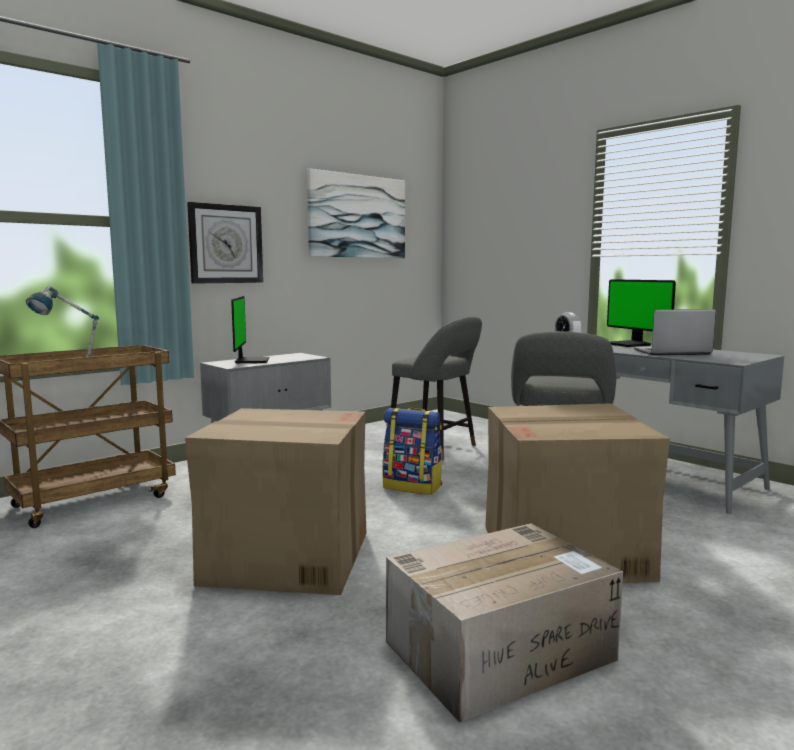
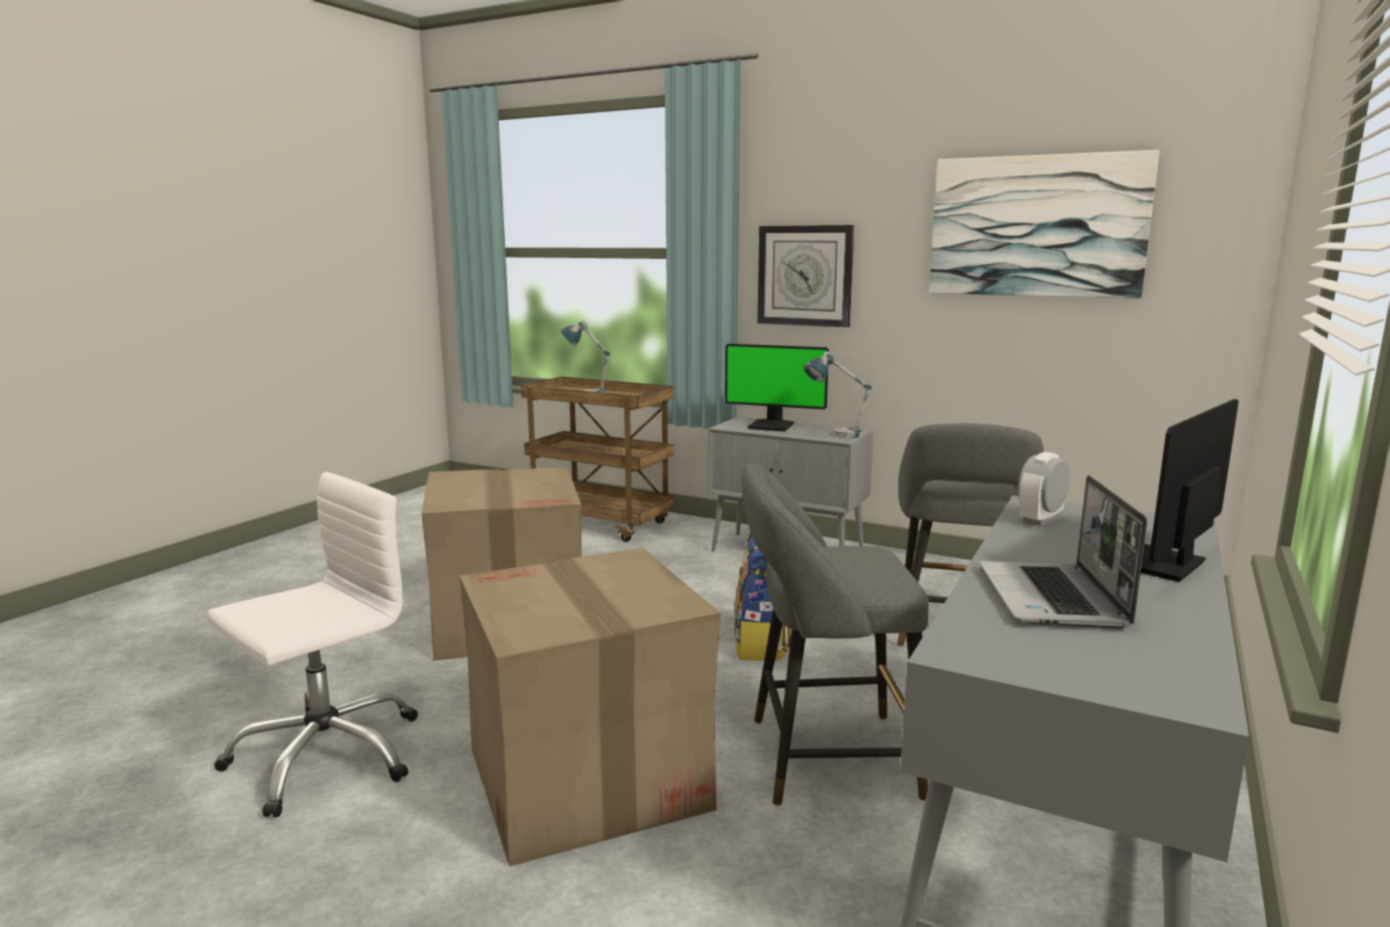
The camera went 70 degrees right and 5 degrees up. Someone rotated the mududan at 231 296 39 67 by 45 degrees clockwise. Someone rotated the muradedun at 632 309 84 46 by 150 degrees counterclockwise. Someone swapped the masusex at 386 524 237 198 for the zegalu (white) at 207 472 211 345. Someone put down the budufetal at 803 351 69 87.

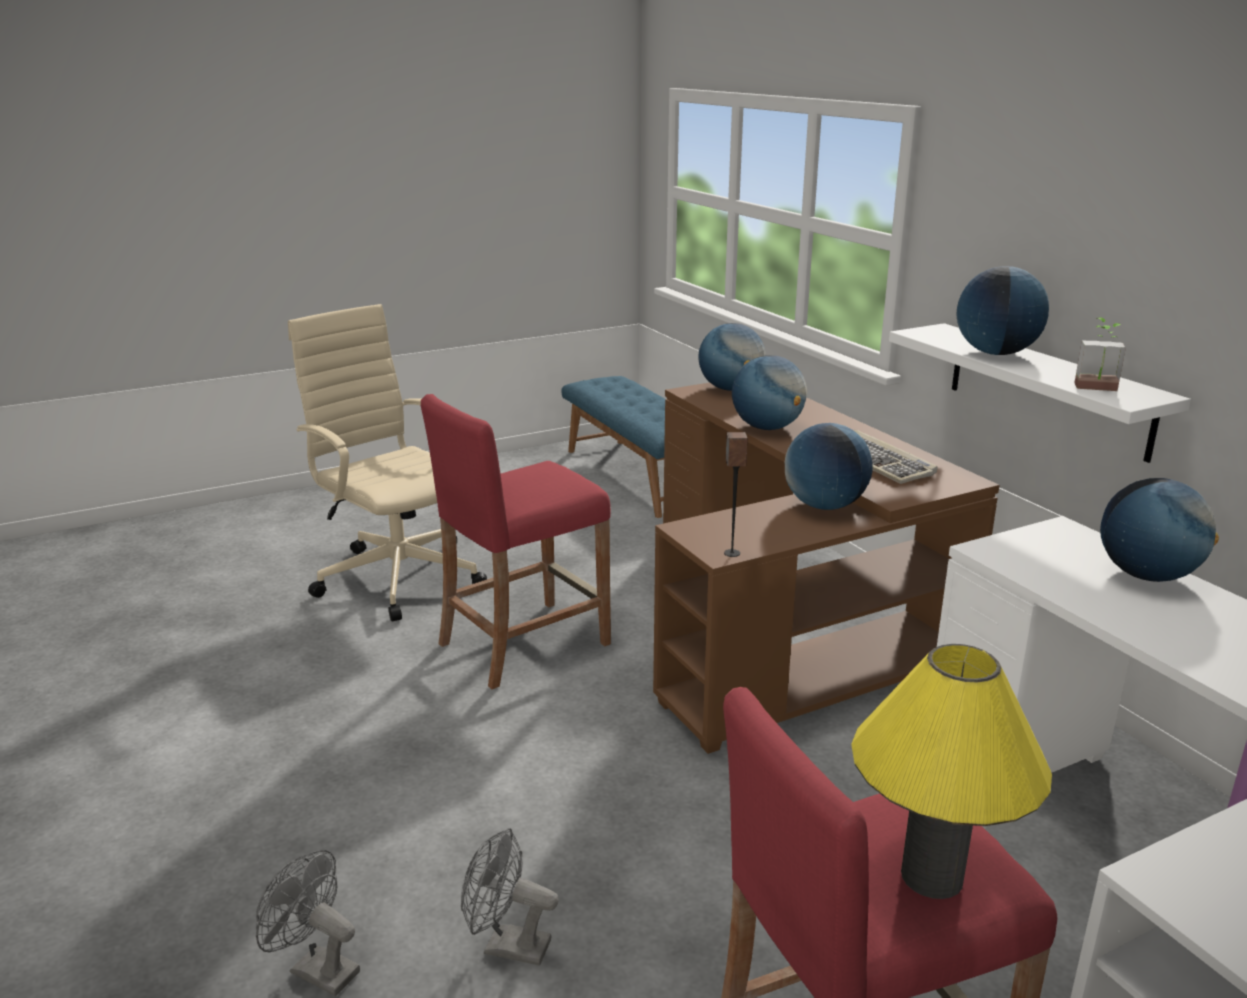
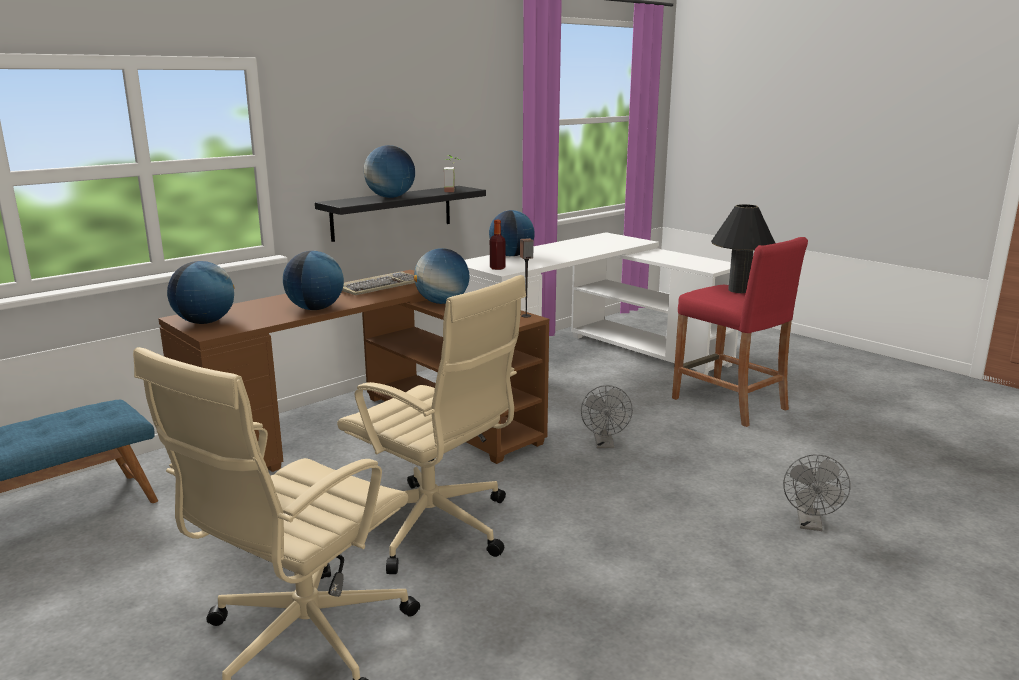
The camera went 105 degrees left and 5 degrees down. Someone repainted the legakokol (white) at 889 323 302 140, which became the legakokol (black) at 315 186 171 56. Someone swapped the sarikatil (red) at 421 394 190 295 for the zegalu (beige) at 337 275 189 299. Someone repainted the budufetal (yellow) at 851 644 201 255, which became the budufetal (black) at 711 204 64 89. Someone carried the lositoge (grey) from 461 828 97 138 to 581 385 52 63. Someone put down the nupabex at 490 220 15 50.

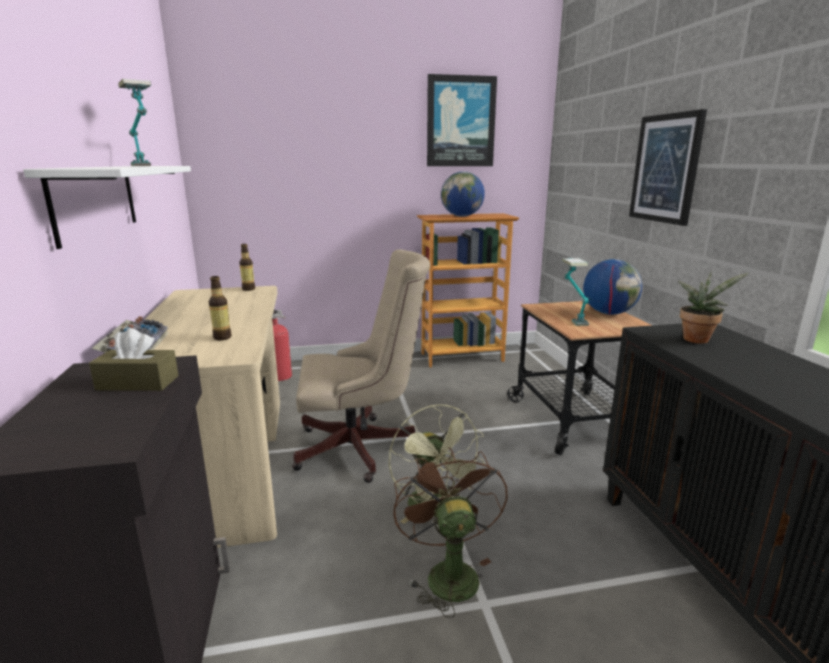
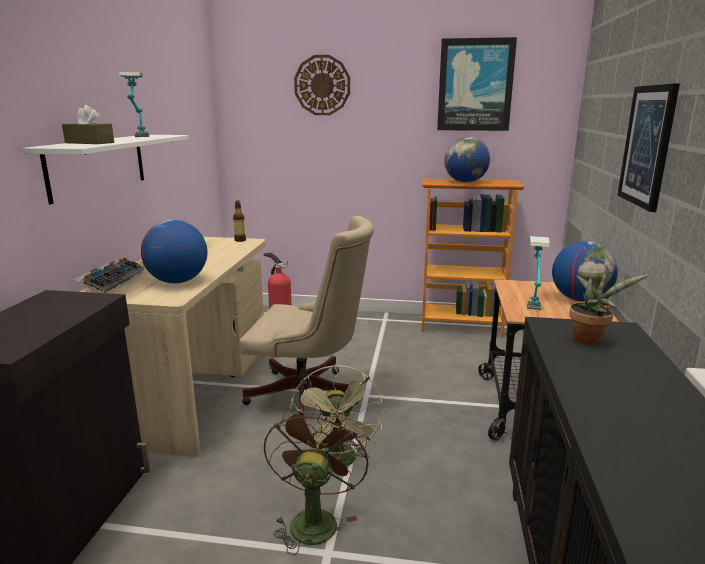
The camera went 20 degrees right and 0 degrees up. Someone swapped the nupabex at 209 276 23 64 for the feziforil at 141 220 67 63. Someone carried the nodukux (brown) from 89 328 90 63 to 62 105 52 39. Someone put up the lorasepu at 294 55 56 60.

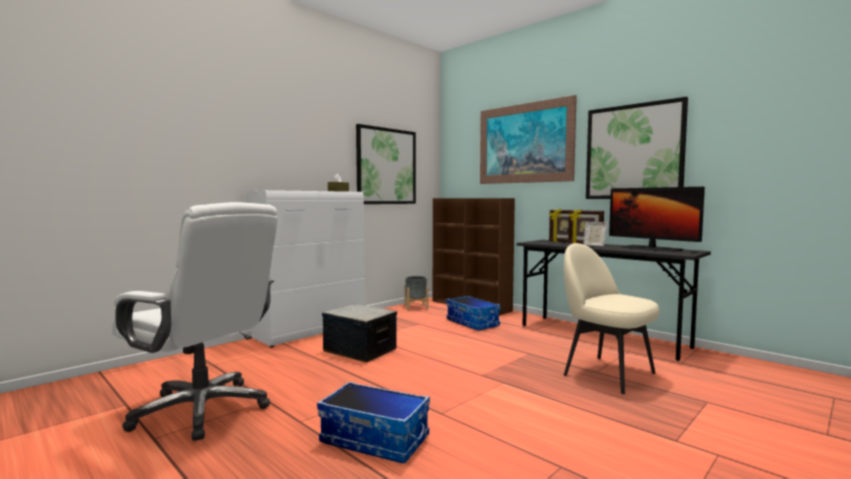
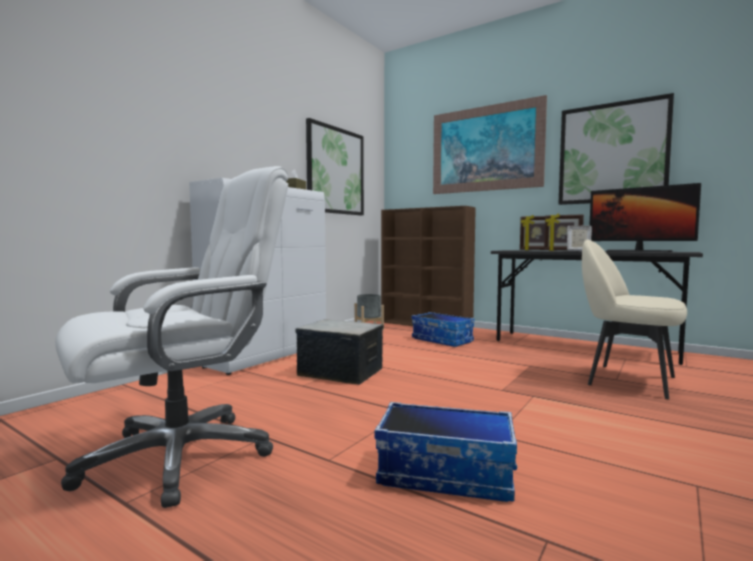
The camera went 10 degrees left and 0 degrees up. Someone rotated the zegalu (white) at 112 202 166 239 by 60 degrees counterclockwise.

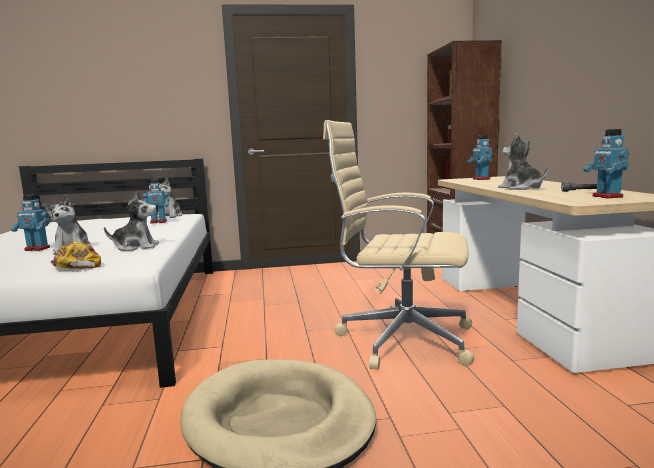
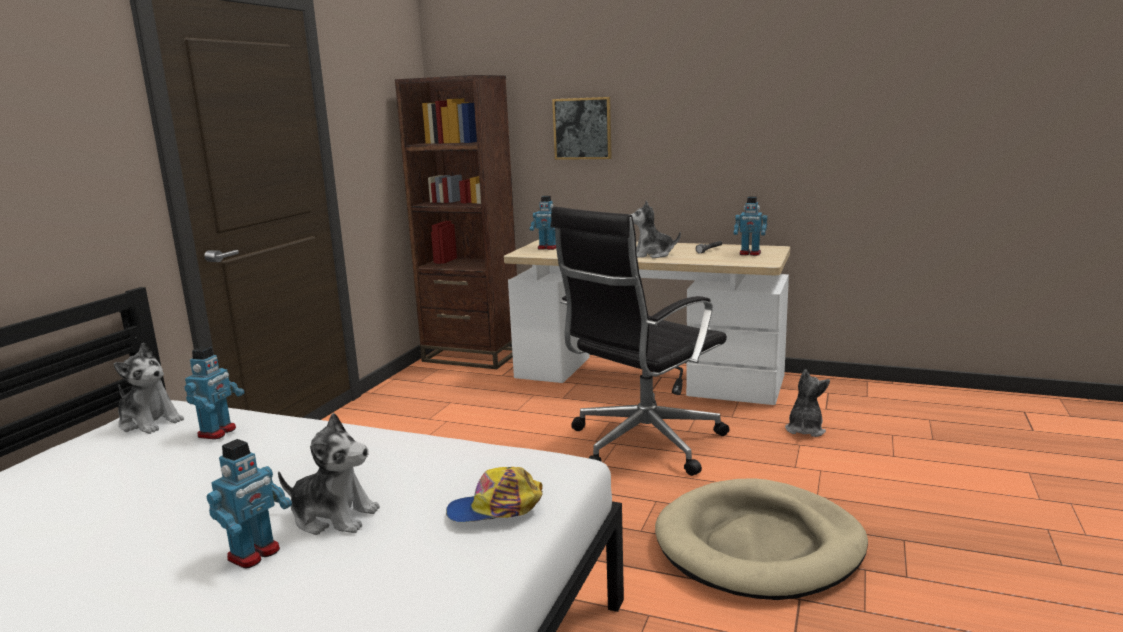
The camera went 60 degrees left and 5 degrees up. Someone repainted the zegalu (beige) at 323 120 151 250, which became the zegalu (black) at 551 206 178 270. Someone carried the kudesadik from 104 192 55 59 to 785 369 45 68. Someone put up the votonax at 552 97 60 63.

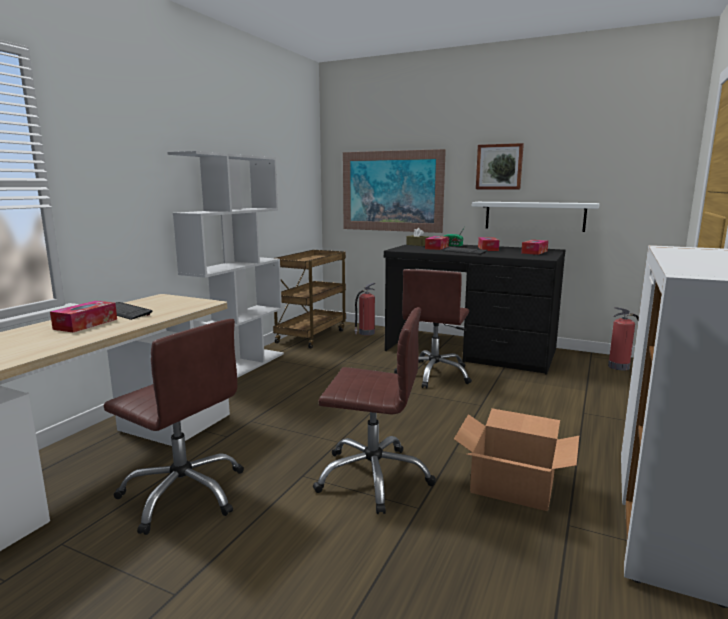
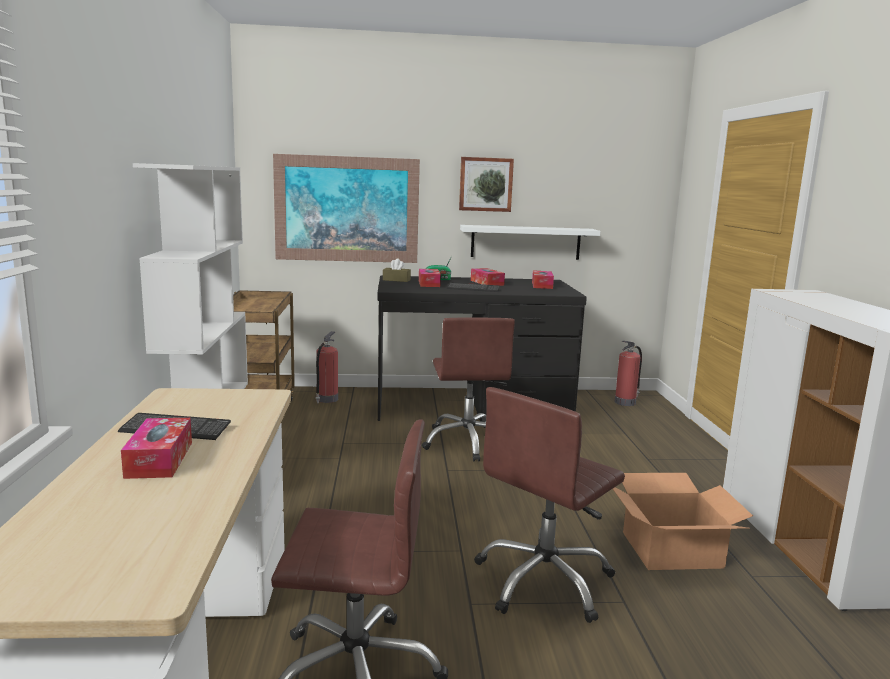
The camera went 30 degrees left and 0 degrees up. Someone rotated the zegalu (brown) at 313 307 123 207 by 150 degrees clockwise.

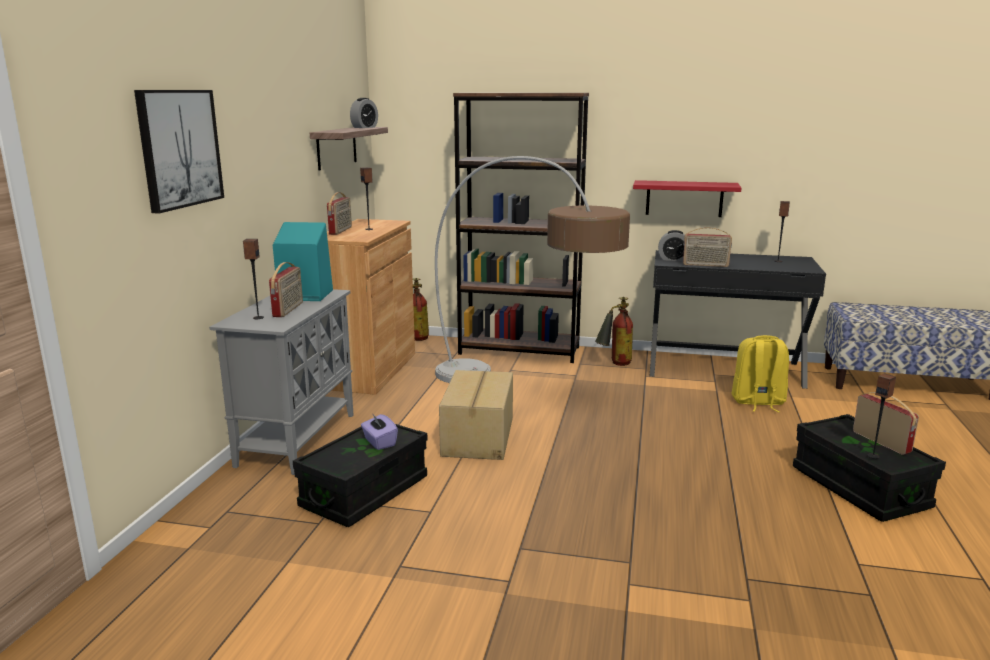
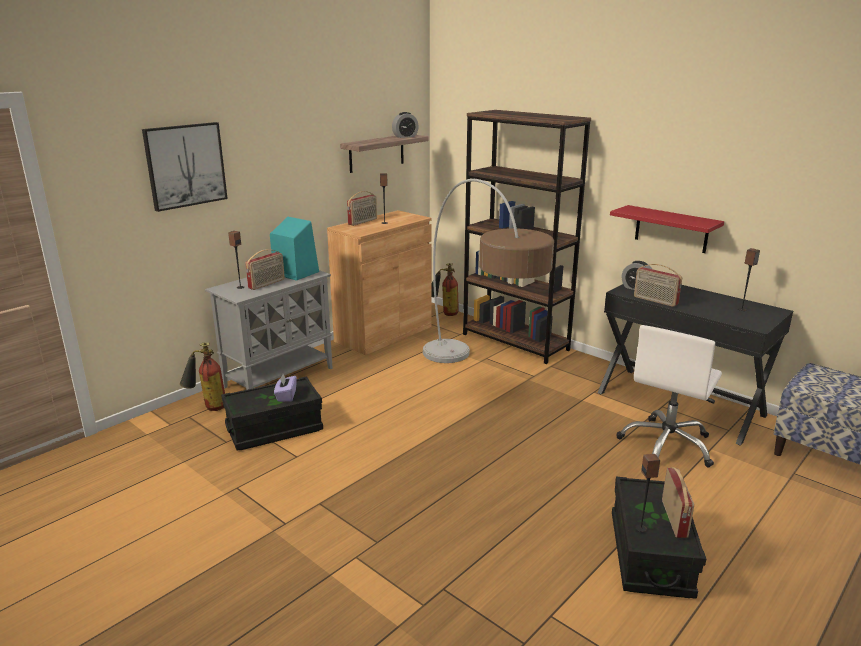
The camera went 30 degrees right and 5 degrees up. Someone carried the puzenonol from 595 297 38 69 to 180 342 45 69. Someone swapped the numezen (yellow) at 731 335 58 77 for the zegalu (white) at 617 325 105 142. Someone took away the masusex at 439 370 74 90.

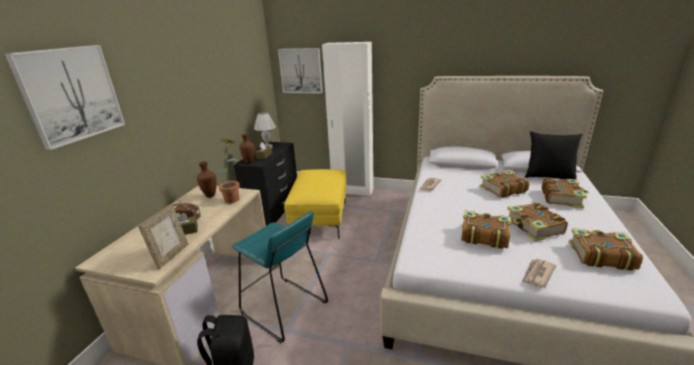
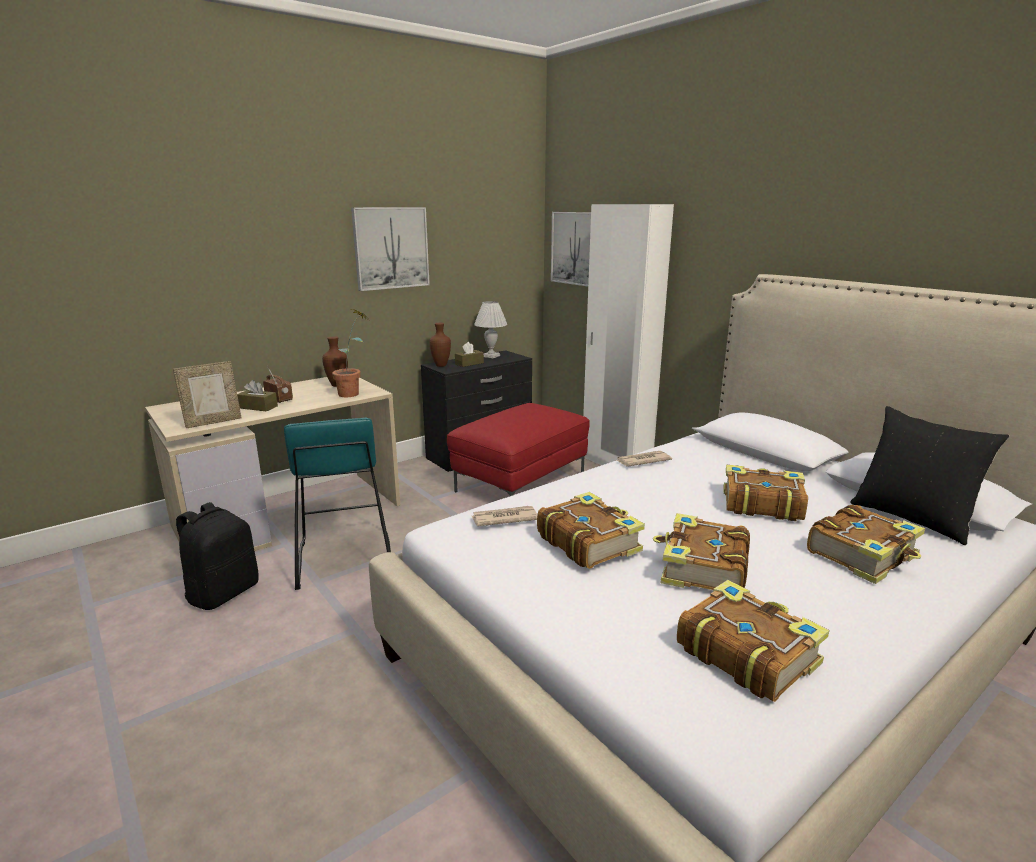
The camera went 35 degrees right and 5 degrees down. Someone carried the votonax from 5 45 120 105 to 351 207 79 84. Someone repainted the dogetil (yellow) at 284 169 63 70, which became the dogetil (red) at 447 403 143 94. Someone carried the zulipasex from 522 259 34 29 to 472 506 65 20.

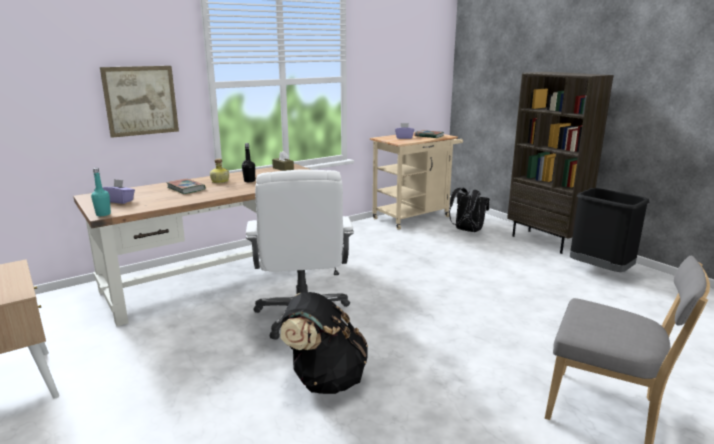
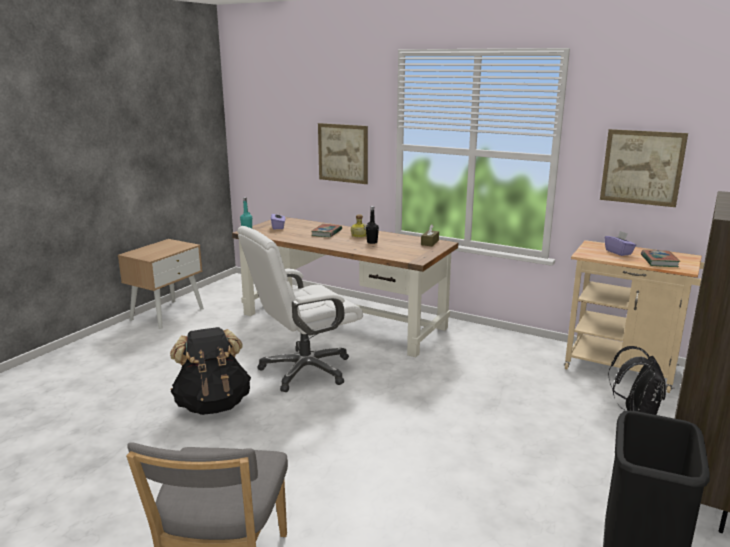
The camera went 65 degrees right and 0 degrees up. Someone put up the votonax at 600 129 88 78.

